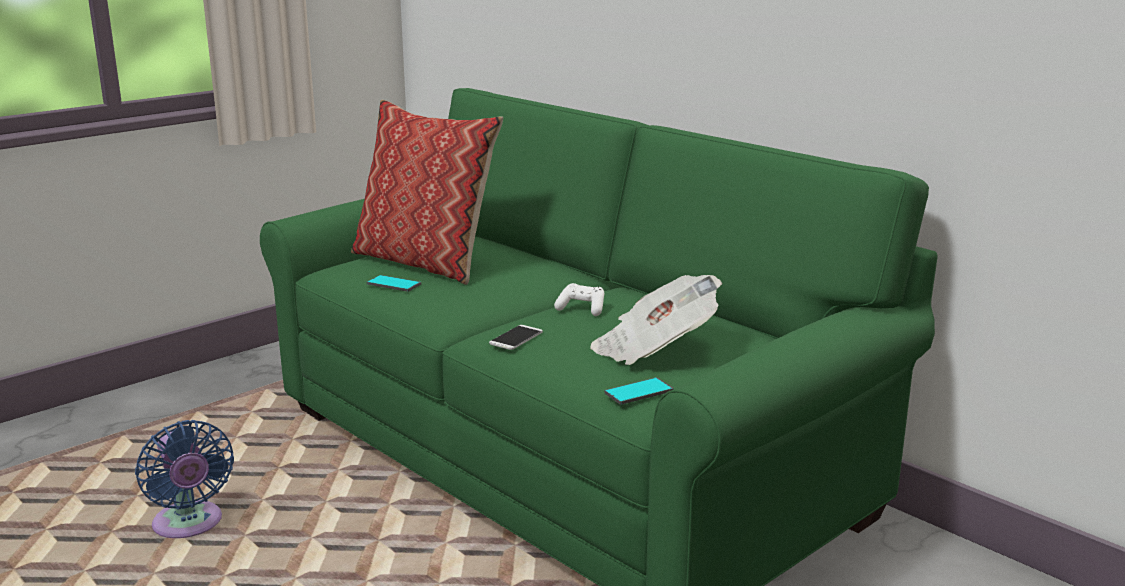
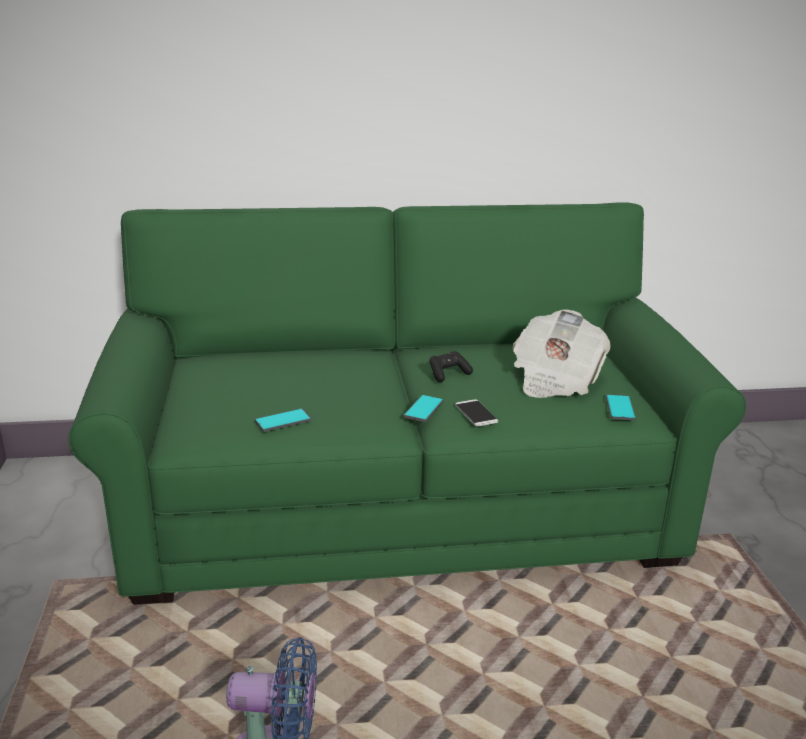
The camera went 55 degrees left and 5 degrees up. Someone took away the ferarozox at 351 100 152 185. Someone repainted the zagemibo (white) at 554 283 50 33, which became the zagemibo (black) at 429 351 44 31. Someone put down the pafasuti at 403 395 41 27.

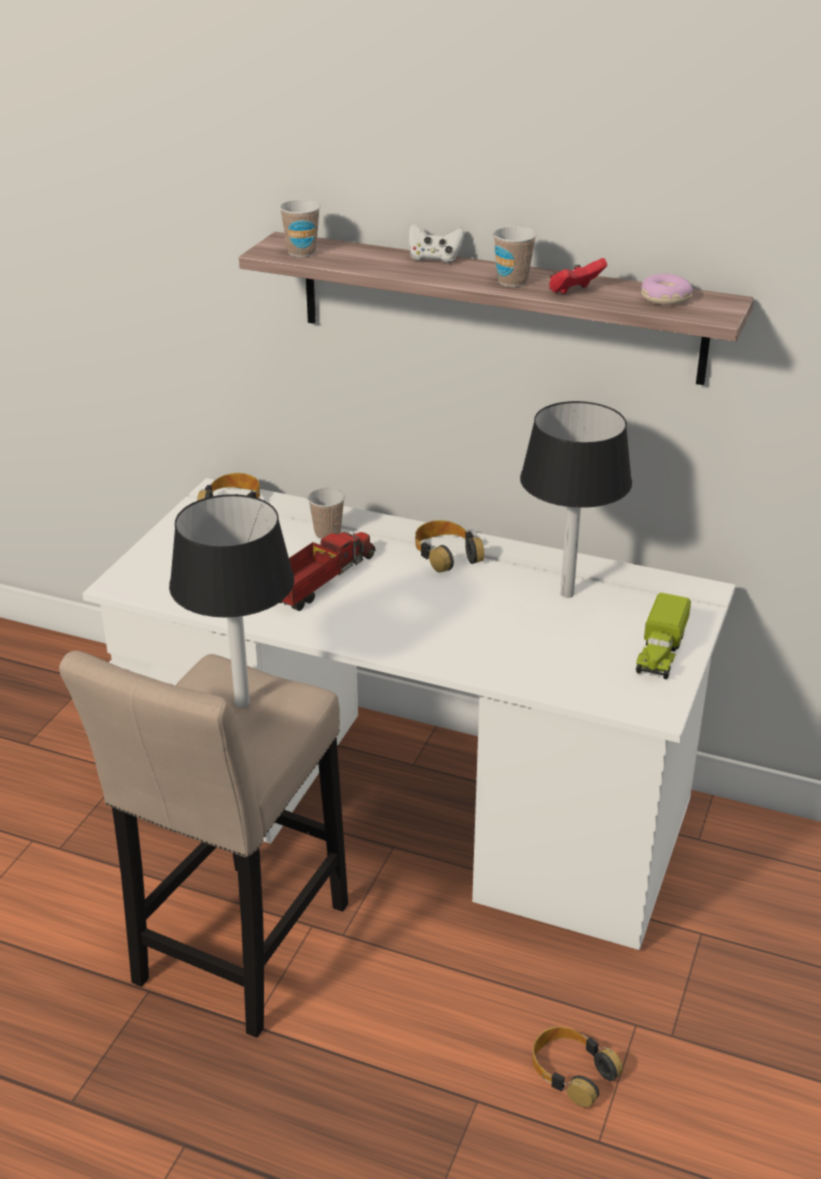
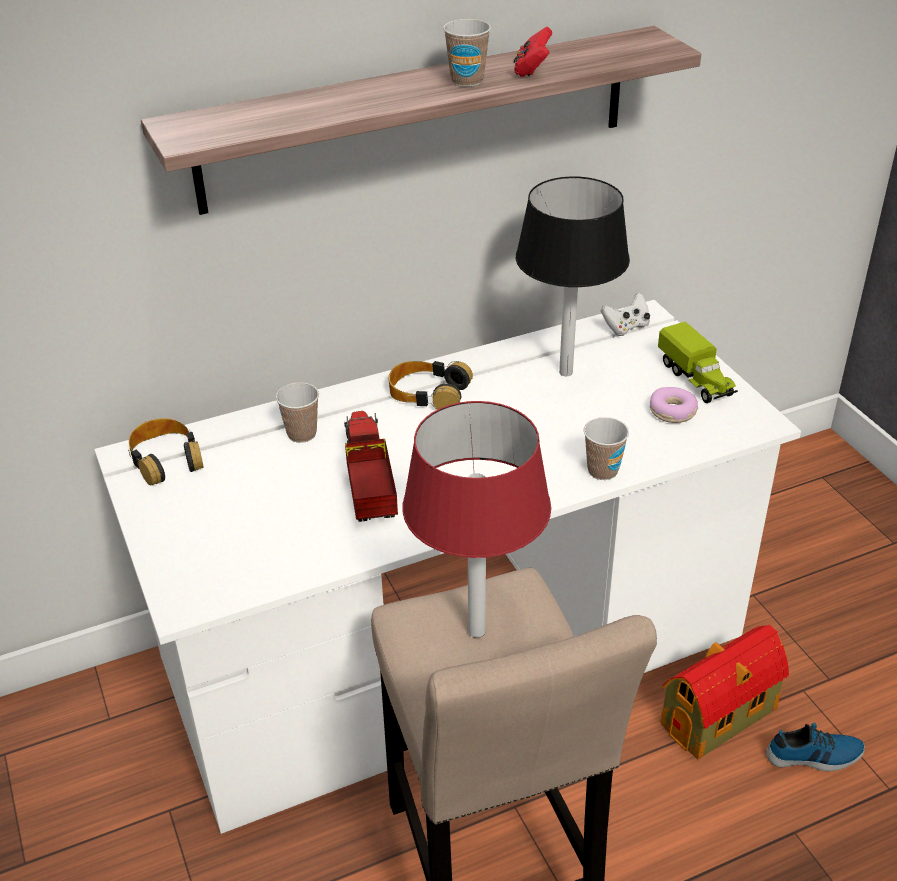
The camera went 45 degrees left and 5 degrees up. Someone carried the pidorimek from 279 200 42 57 to 584 417 45 63. Someone carried the zagemibo (white) from 409 224 55 39 to 601 292 49 44. Someone carried the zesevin from 641 274 52 31 to 650 387 48 36. Someone repainted the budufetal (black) at 169 494 125 214, which became the budufetal (red) at 402 401 149 237. Someone swapped the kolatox at 532 1026 91 82 for the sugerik at 766 723 99 48. Someone put down the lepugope at 660 625 129 134.

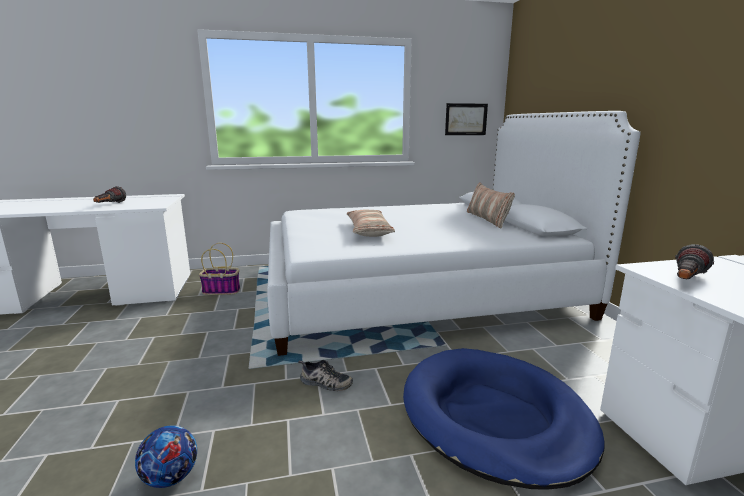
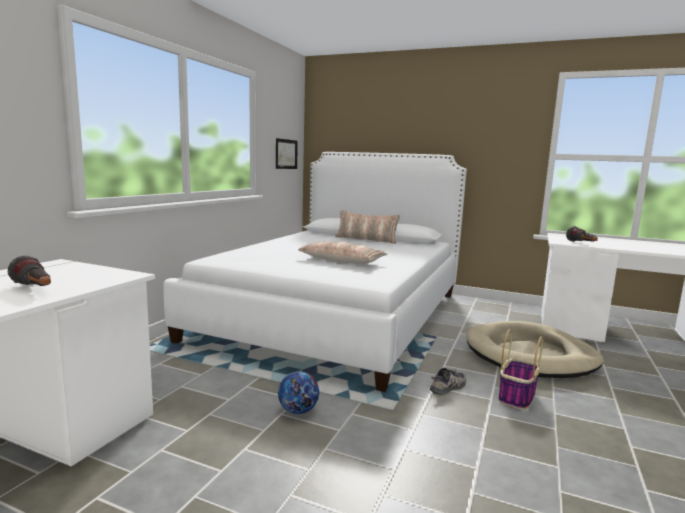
The camera went 55 degrees left and 5 degrees down. Someone carried the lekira from 199 243 41 52 to 499 329 44 81. Someone repainted the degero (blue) at 403 348 202 141, which became the degero (beige) at 467 321 137 57. Someone carried the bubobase from 135 425 62 63 to 278 371 41 43.

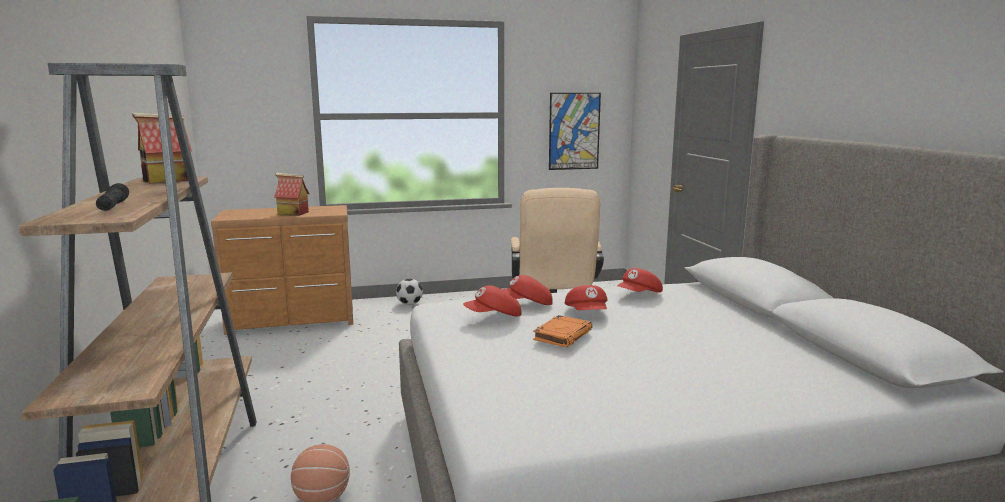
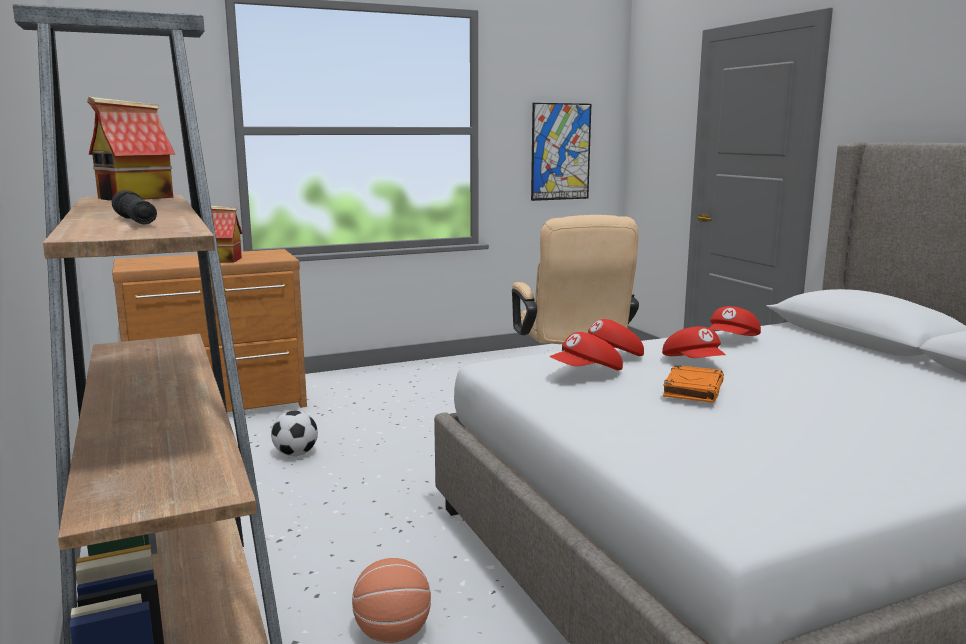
The camera went 10 degrees left and 0 degrees up. Someone carried the bubobase from 396 279 27 26 to 271 410 47 46.

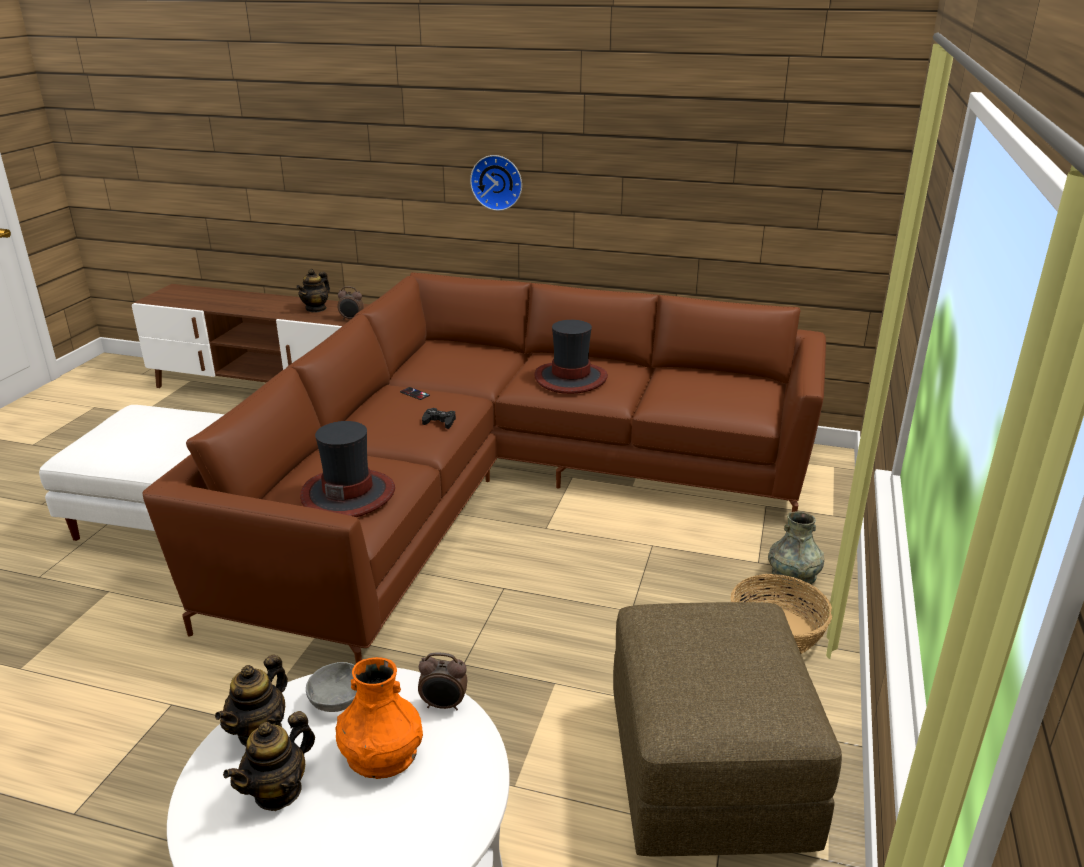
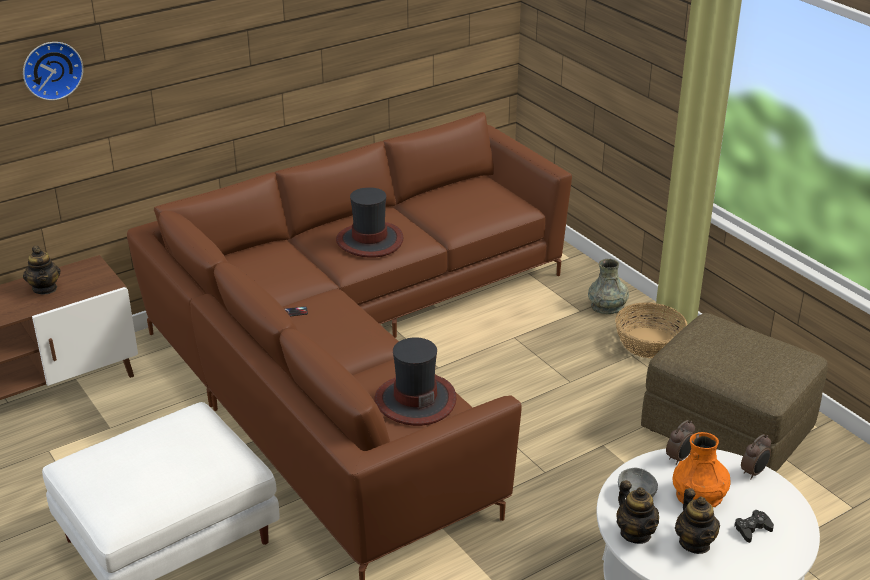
The camera went 50 degrees left and 5 degrees up. Someone carried the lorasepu from 470 155 52 56 to 23 42 60 58. Someone carried the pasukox from 337 286 27 34 to 741 434 30 45. Someone carried the zagemibo (black) from 422 408 34 21 to 734 510 40 33.

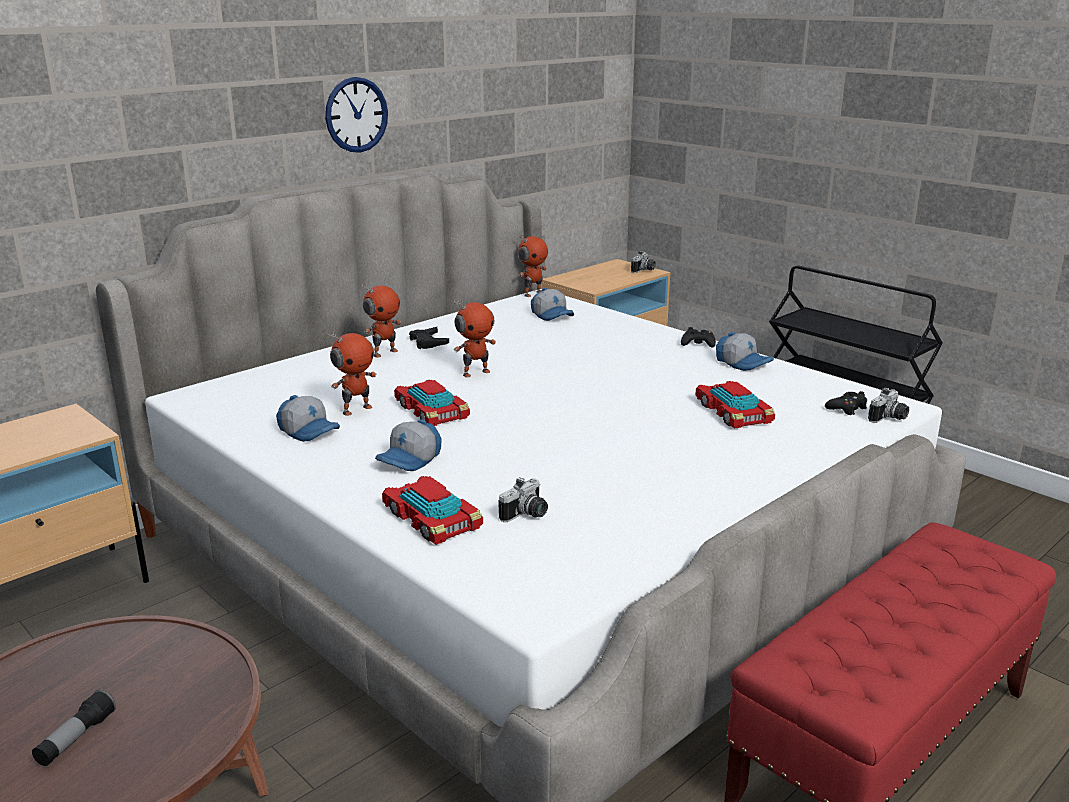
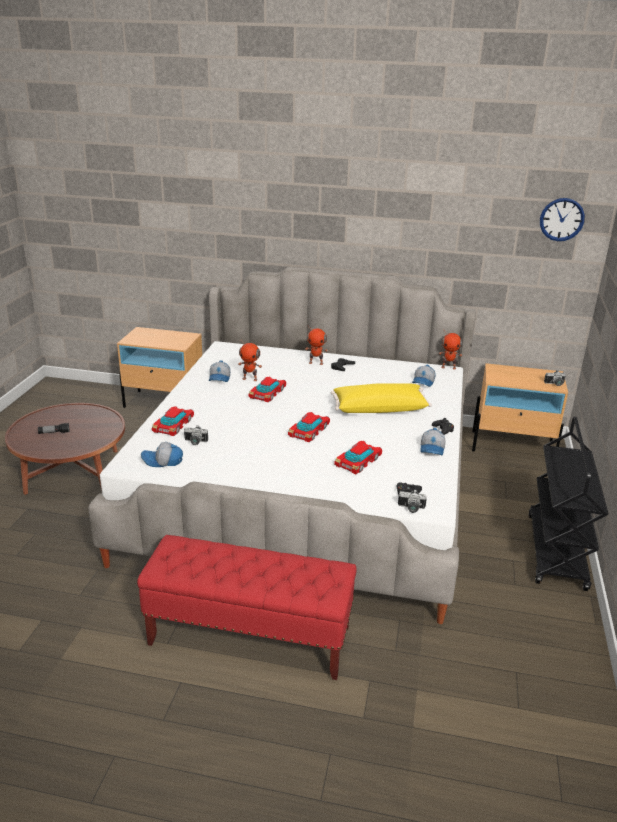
The camera went 55 degrees right and 5 degrees up. Someone carried the lorasepu from 325 77 63 76 to 540 198 45 43. Someone took away the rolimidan at 454 300 42 78. Someone carried the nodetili from 375 419 67 52 to 141 442 42 25. Someone put down the ferarozox (yellow) at 331 383 101 30. Someone put down the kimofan at 288 412 42 30.

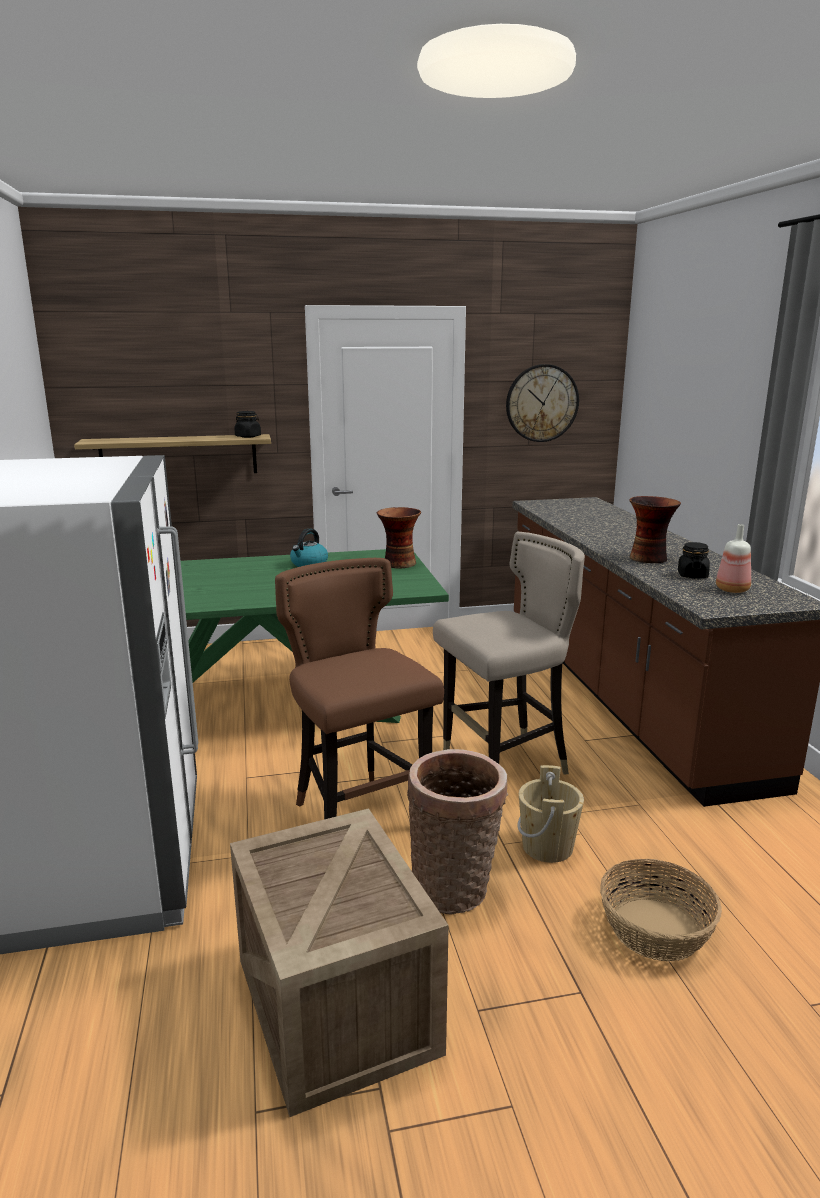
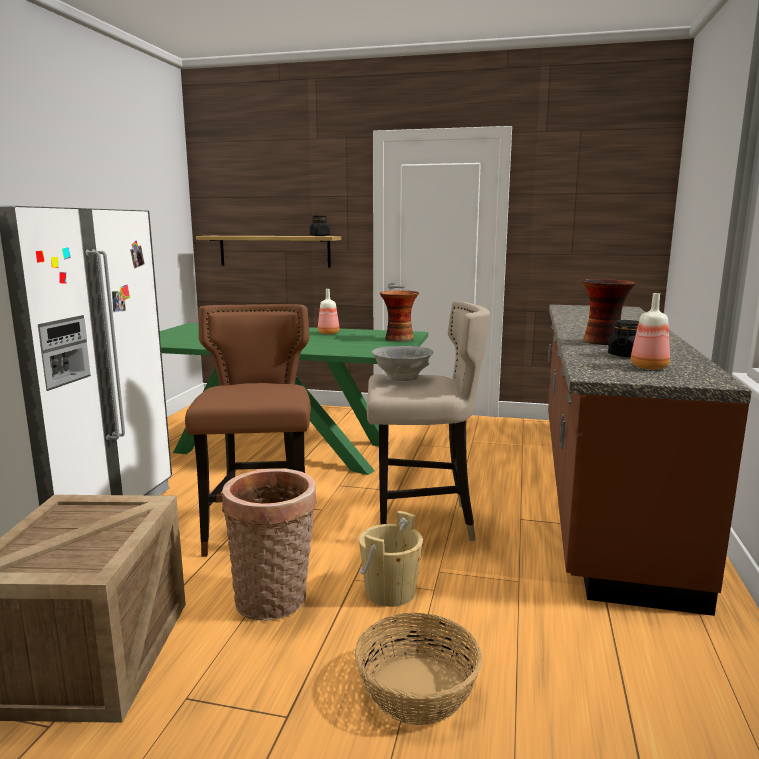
The camera went 25 degrees right and 5 degrees down. Someone took away the lorasepu at 506 364 73 78. Someone swapped the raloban at 290 529 38 38 for the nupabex at 318 289 22 46. Someone put down the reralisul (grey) at 372 346 61 35.

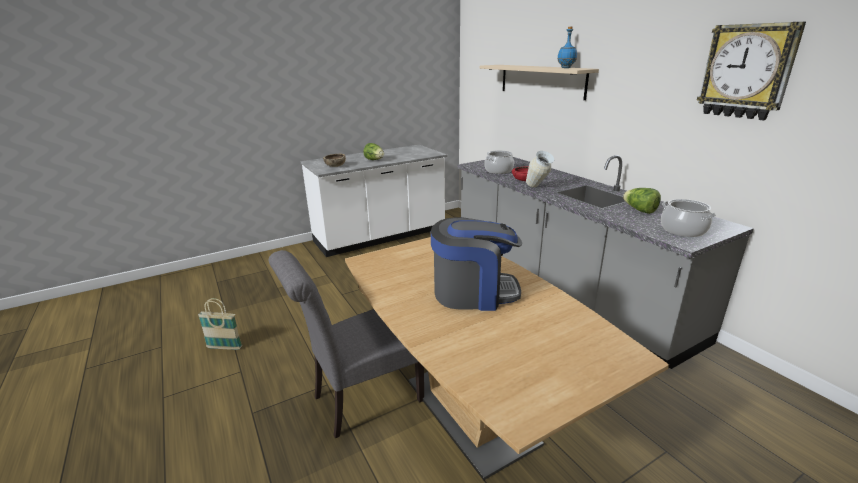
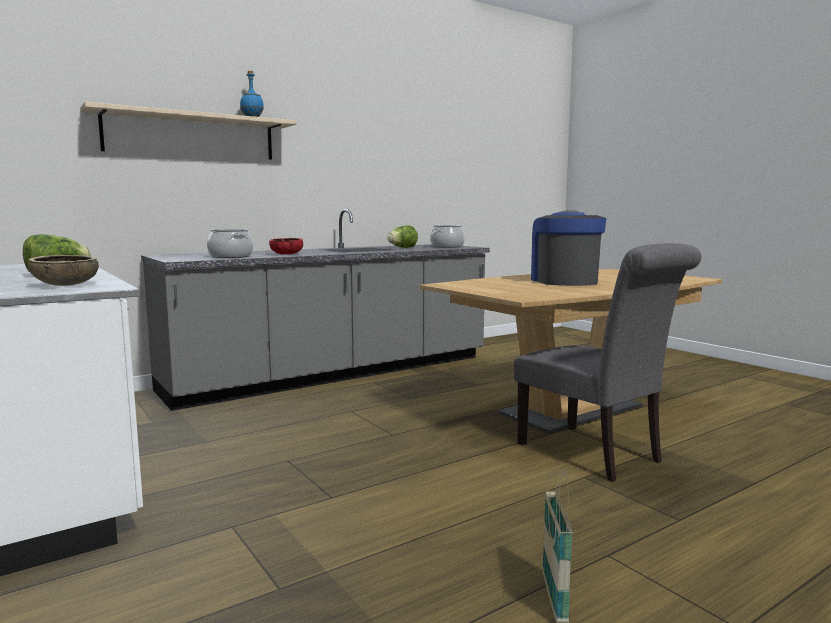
The camera went 95 degrees left and 15 degrees down. Someone took away the lorasepu at 697 22 109 98. Someone took away the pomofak at 526 151 28 37.

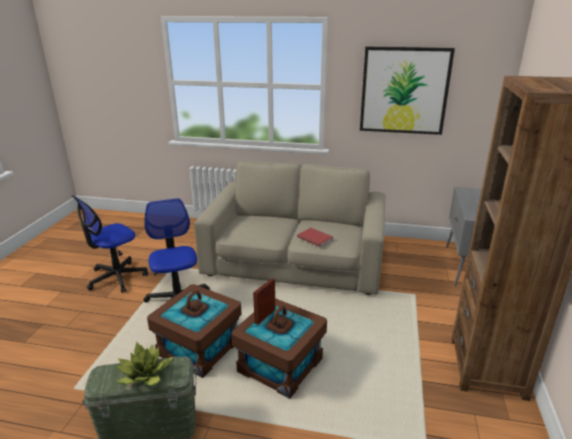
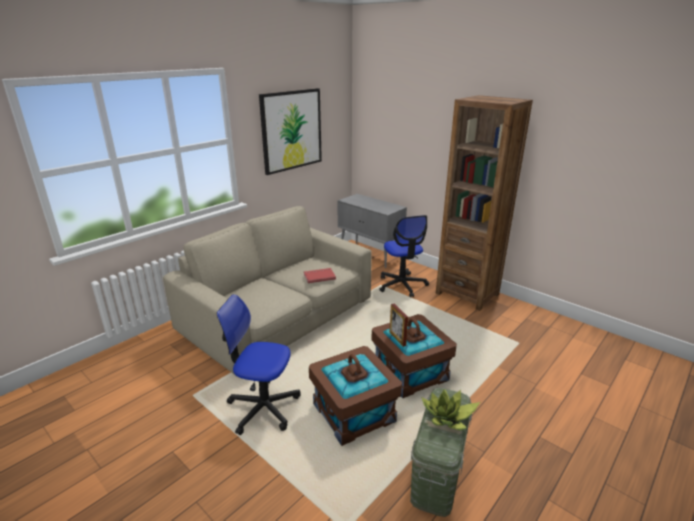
The camera went 60 degrees left and 0 degrees up. Someone carried the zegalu from 72 195 76 98 to 379 215 50 82.

